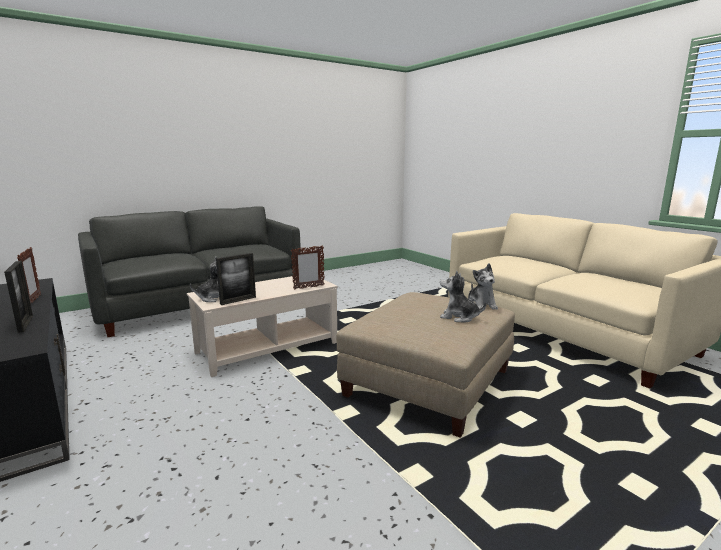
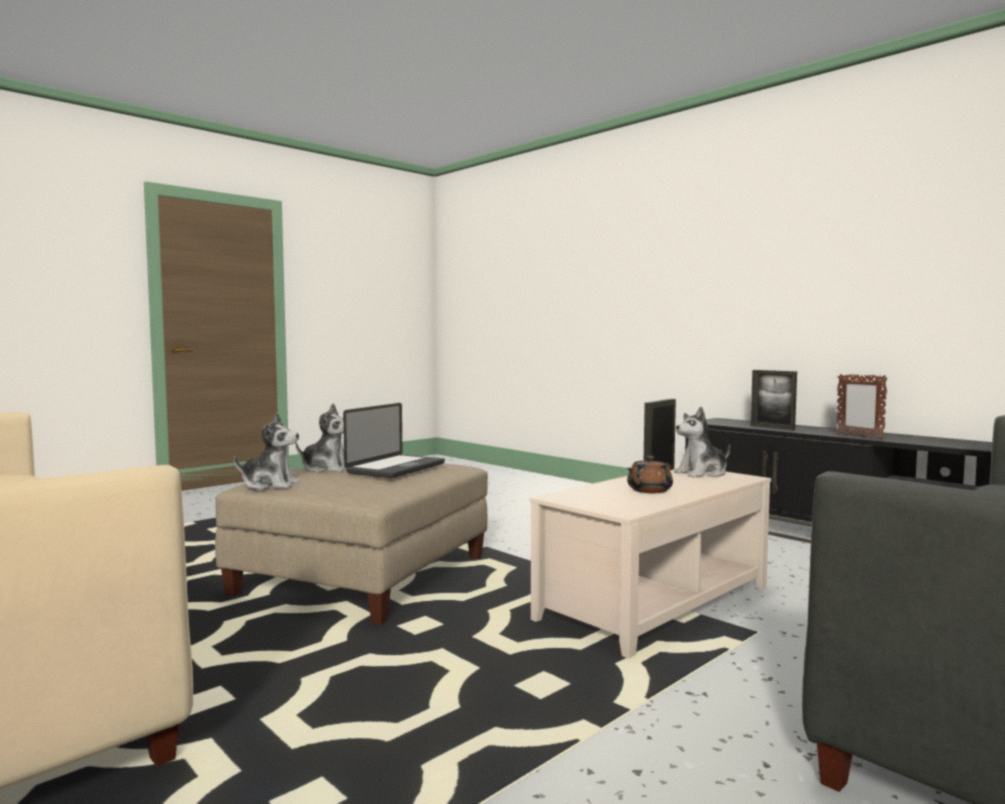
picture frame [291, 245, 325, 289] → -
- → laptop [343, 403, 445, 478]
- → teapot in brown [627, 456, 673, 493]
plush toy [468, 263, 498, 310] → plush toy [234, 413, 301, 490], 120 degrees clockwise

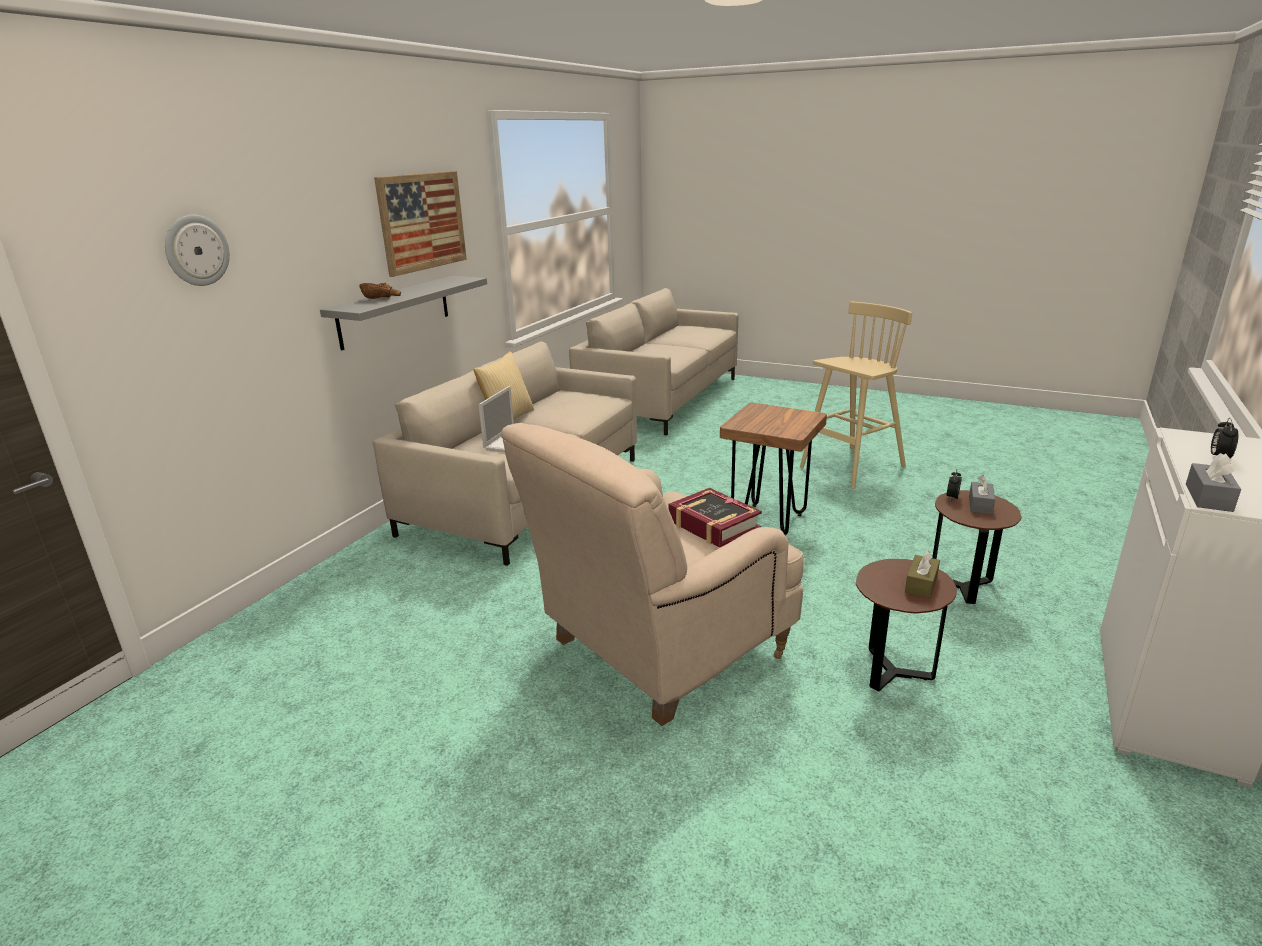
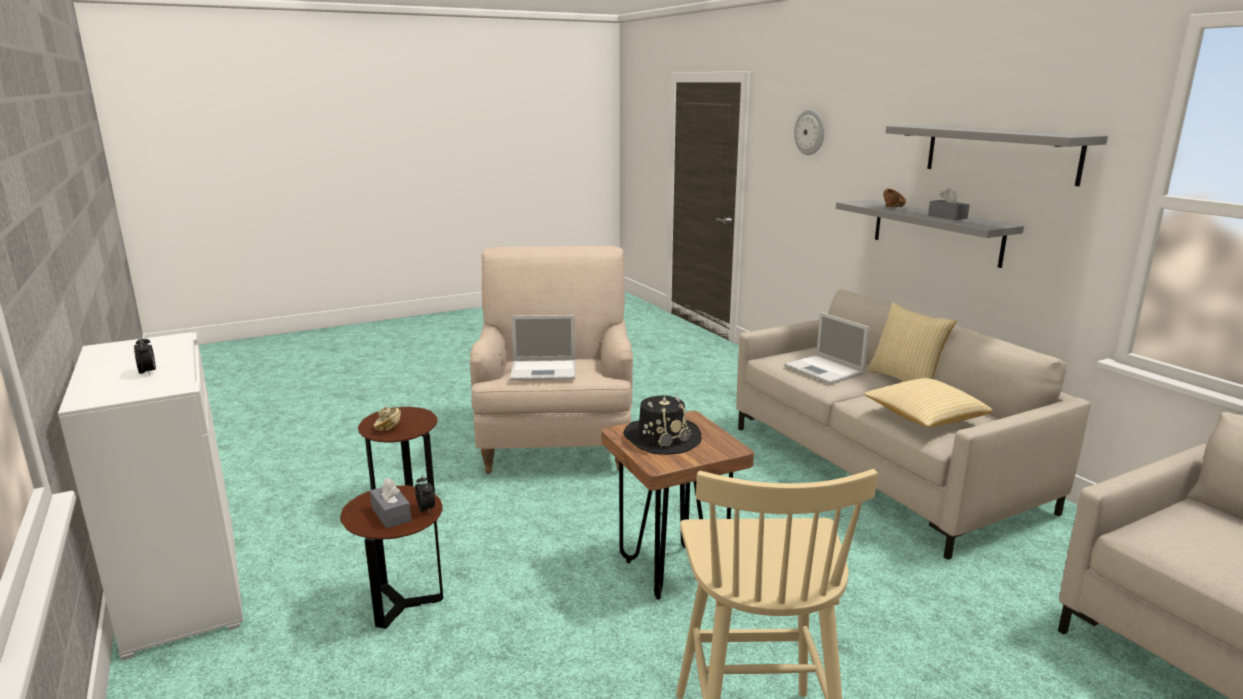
- → hat in black [623, 395, 701, 455]
- → pillow [864, 378, 993, 427]
tissue box in grey [1186, 453, 1241, 512] → tissue box in grey [928, 188, 970, 220], move
picture [374, 171, 467, 277] → shelf in grey [886, 125, 1108, 186]
book [668, 488, 762, 547] → laptop [510, 315, 575, 381]
tissue box in brown [905, 550, 940, 599] → bowl in beige [374, 407, 401, 431]

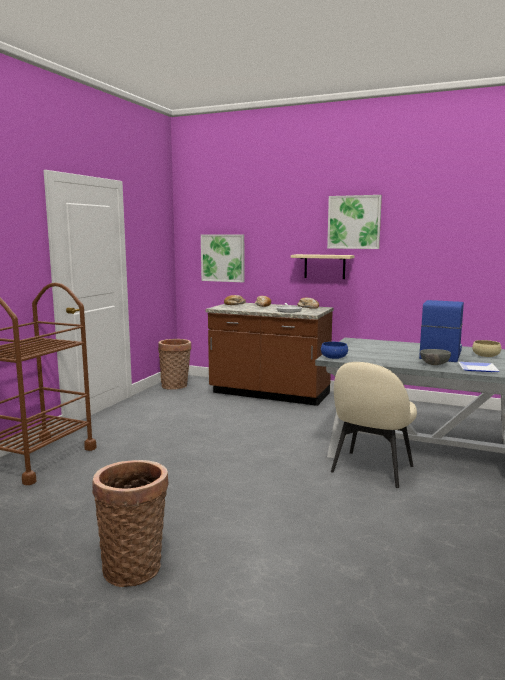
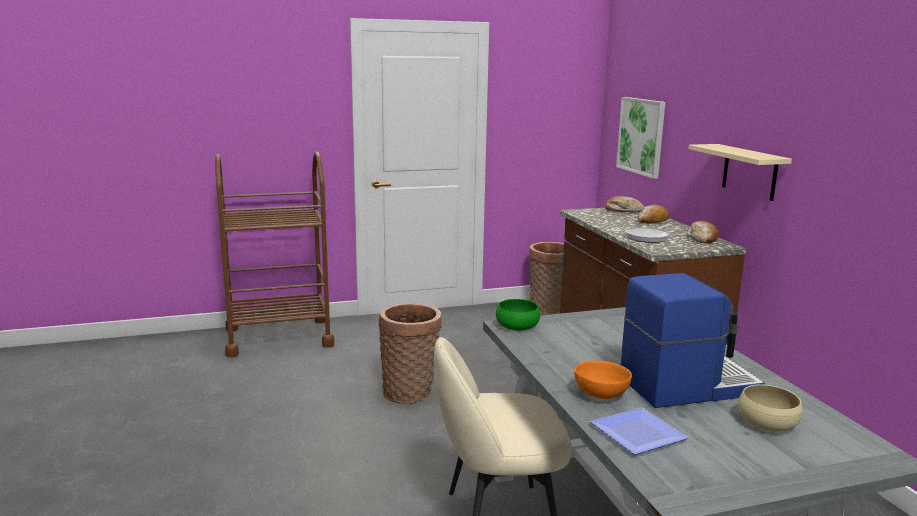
picture [327, 195, 382, 249] → -
basket [92, 460, 169, 587] → basket [378, 303, 442, 404], move
bowl in blue [321, 342, 348, 359] → bowl in green [496, 299, 540, 331]
bowl in grey [420, 349, 451, 365] → bowl in orange [574, 360, 632, 399]

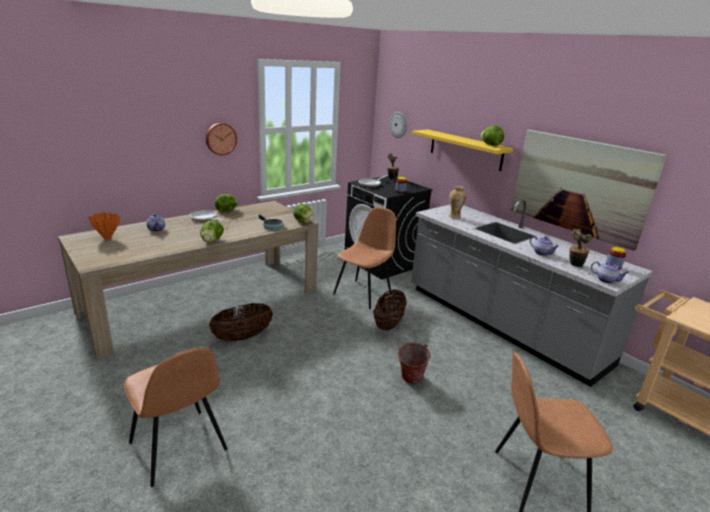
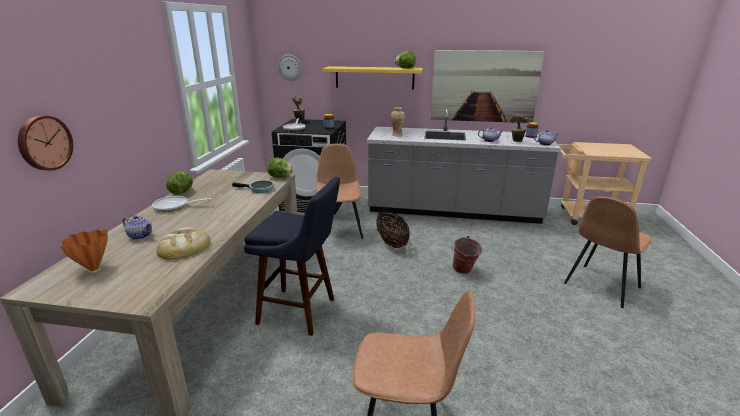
lettuce [200, 220, 224, 243] → -
- → bread [156, 227, 210, 259]
wall clock [206, 123, 237, 155] → wall clock [18, 116, 73, 171], move
basket [209, 303, 273, 341] → stool in blue [244, 177, 340, 336]

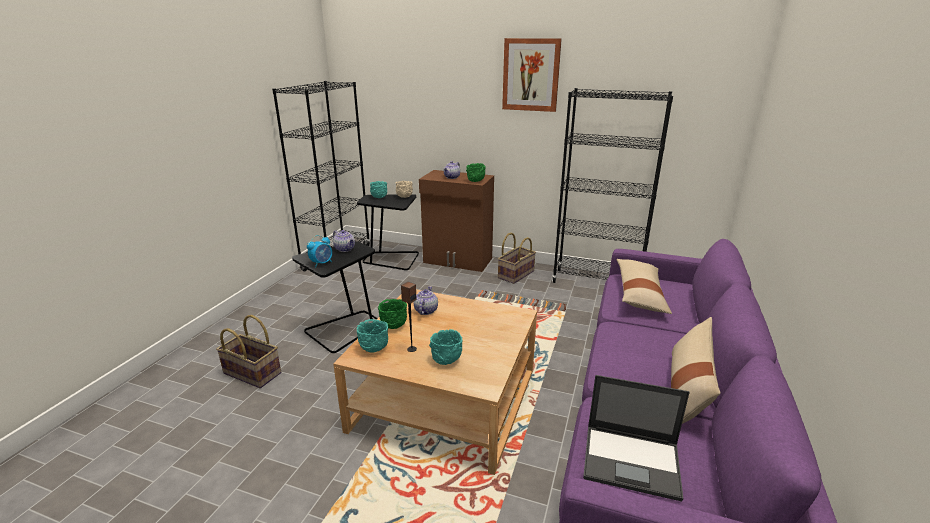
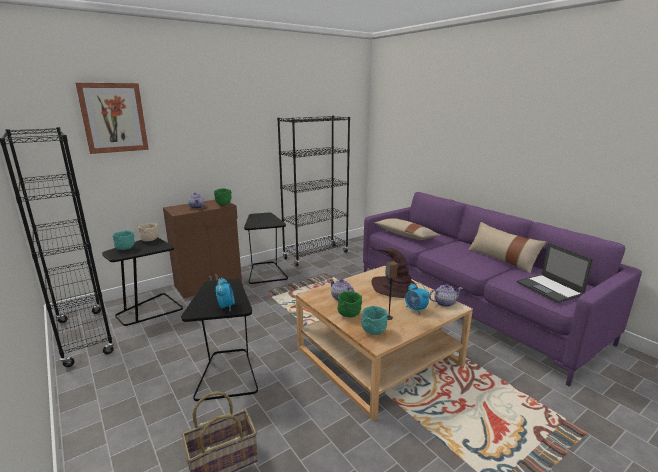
- → hat in brown [371, 248, 418, 298]
teapot [333, 230, 355, 252] → teapot [429, 284, 463, 307], move
picture [502, 38, 562, 112] → picture [76, 83, 149, 154], move
bowl in turquoise [429, 329, 462, 365] → alarm clock [405, 283, 430, 314]
basket [498, 232, 536, 284] → side table in black [244, 212, 288, 284]
laptop [583, 375, 690, 502] → laptop [517, 243, 593, 303], 105 degrees clockwise

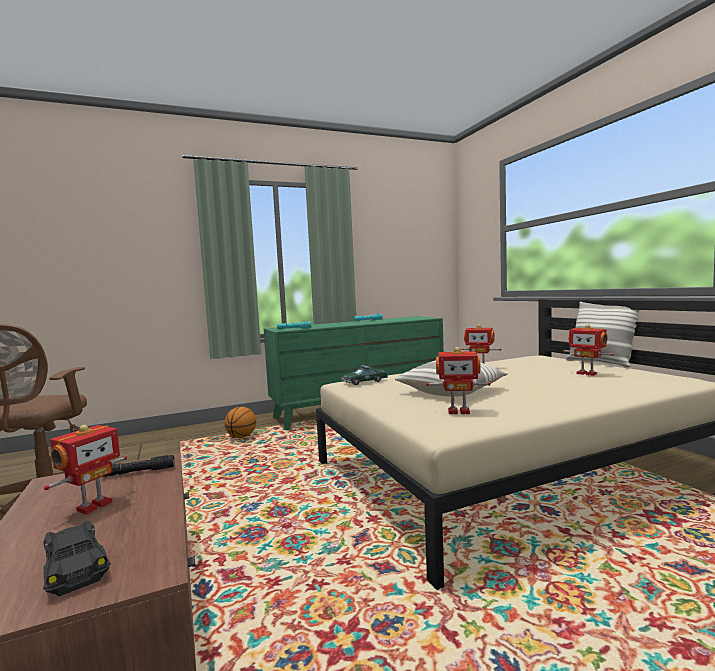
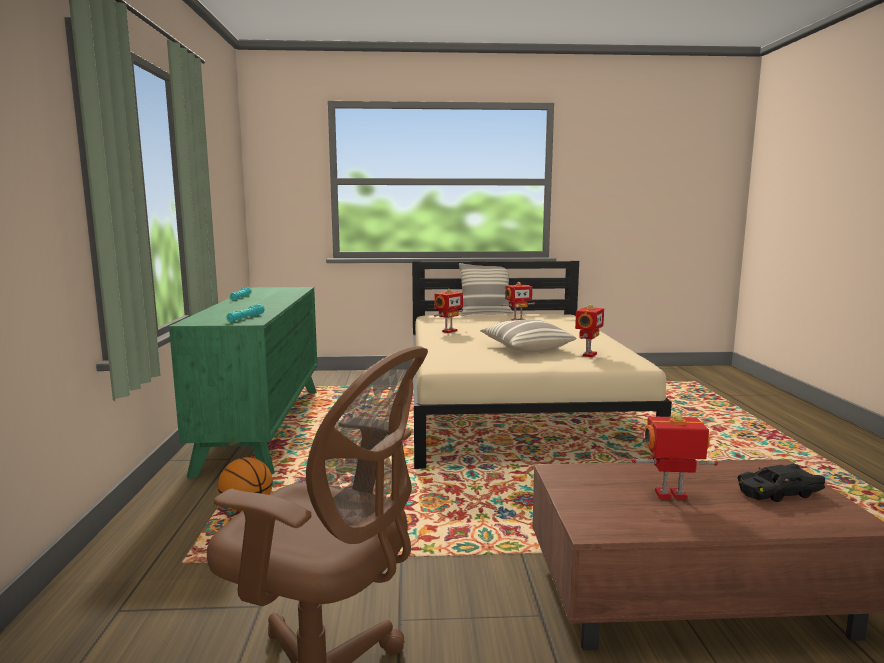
flashlight in black [103, 455, 174, 477] → -
toy car [342, 365, 388, 385] → -
toy robot [44, 425, 127, 514] → toy robot [632, 413, 718, 500], 45 degrees counterclockwise

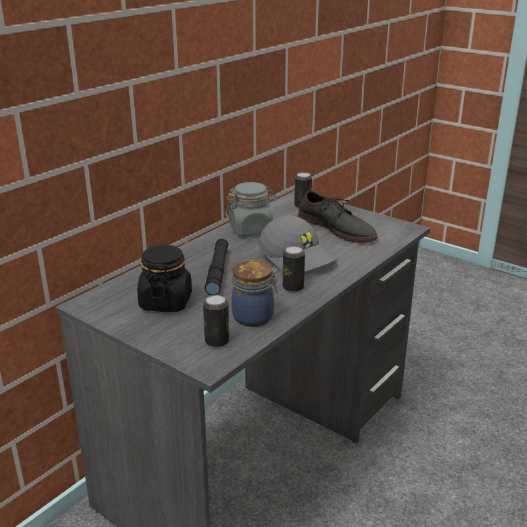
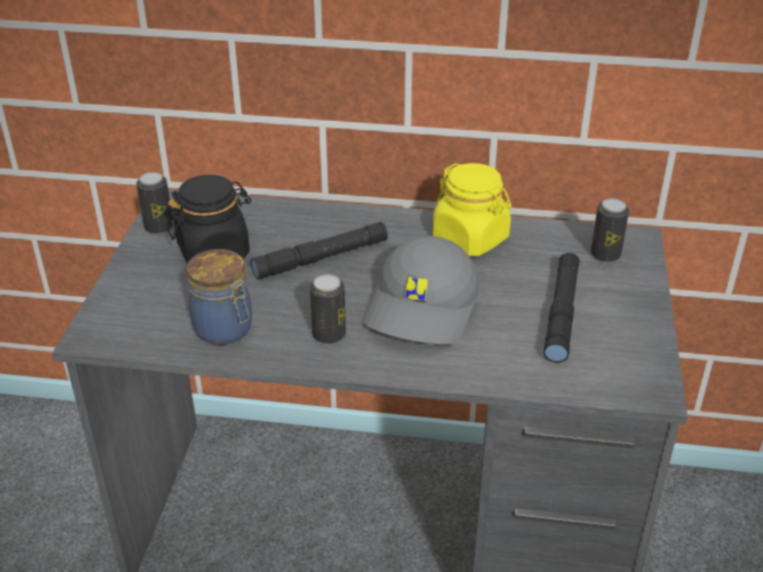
can [203, 295, 229, 347] → can [136, 172, 173, 234], move
shoe in grey [298, 191, 377, 243] → flashlight in black [544, 253, 580, 363]
jar in grey [226, 182, 277, 236] → jar in yellow [433, 163, 511, 256]

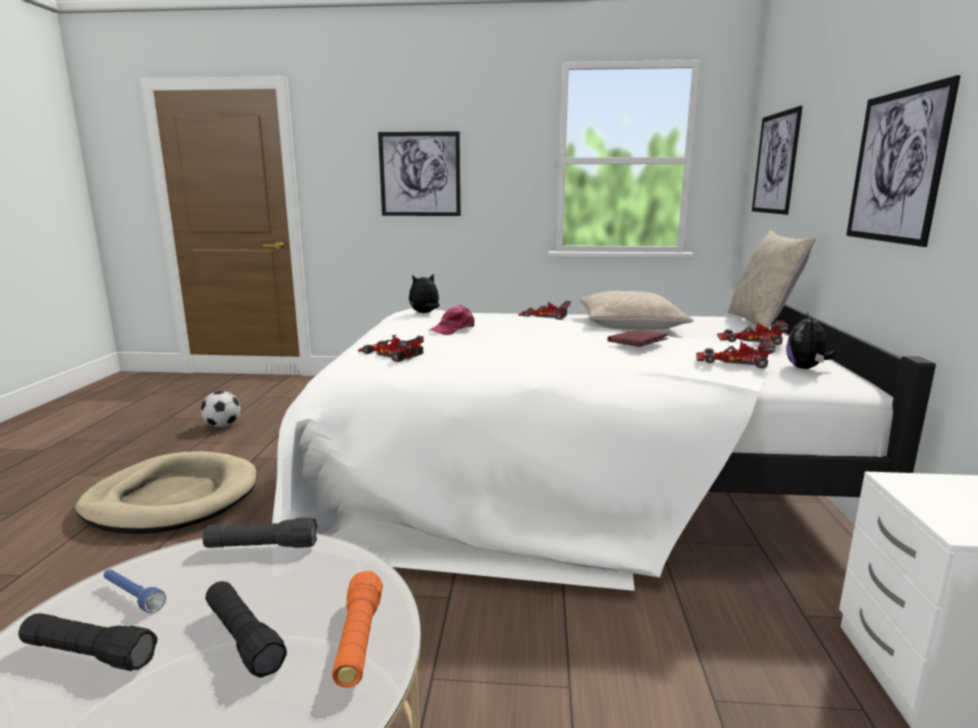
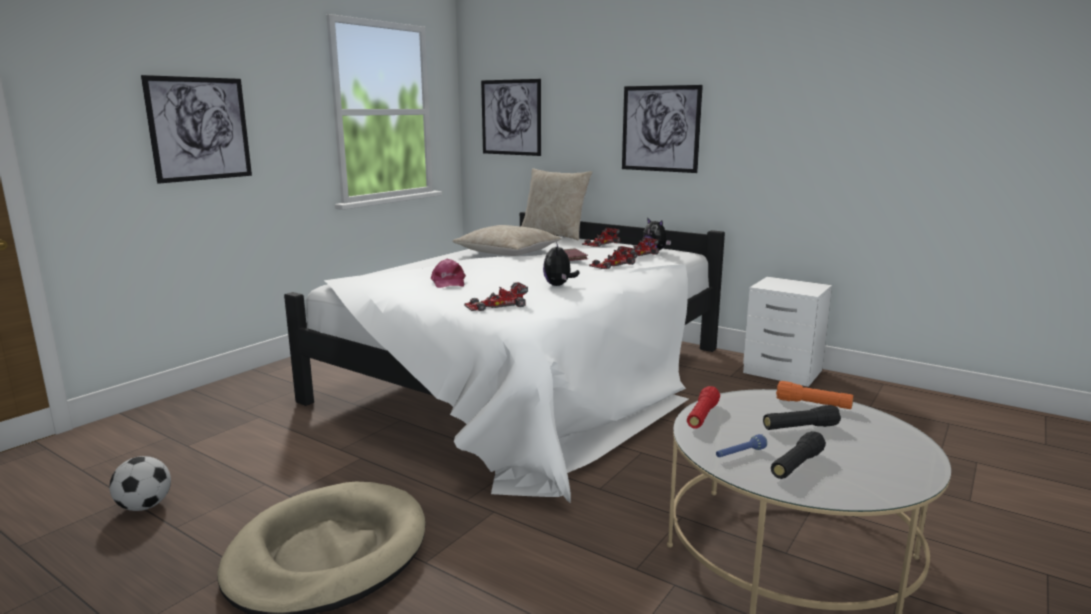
plush toy [409, 273, 440, 313] → plush toy [543, 242, 580, 286], move
toy car [518, 301, 571, 320] → toy car [589, 246, 635, 269], move
flashlight in black [203, 518, 318, 548] → flashlight in red [687, 386, 720, 429]

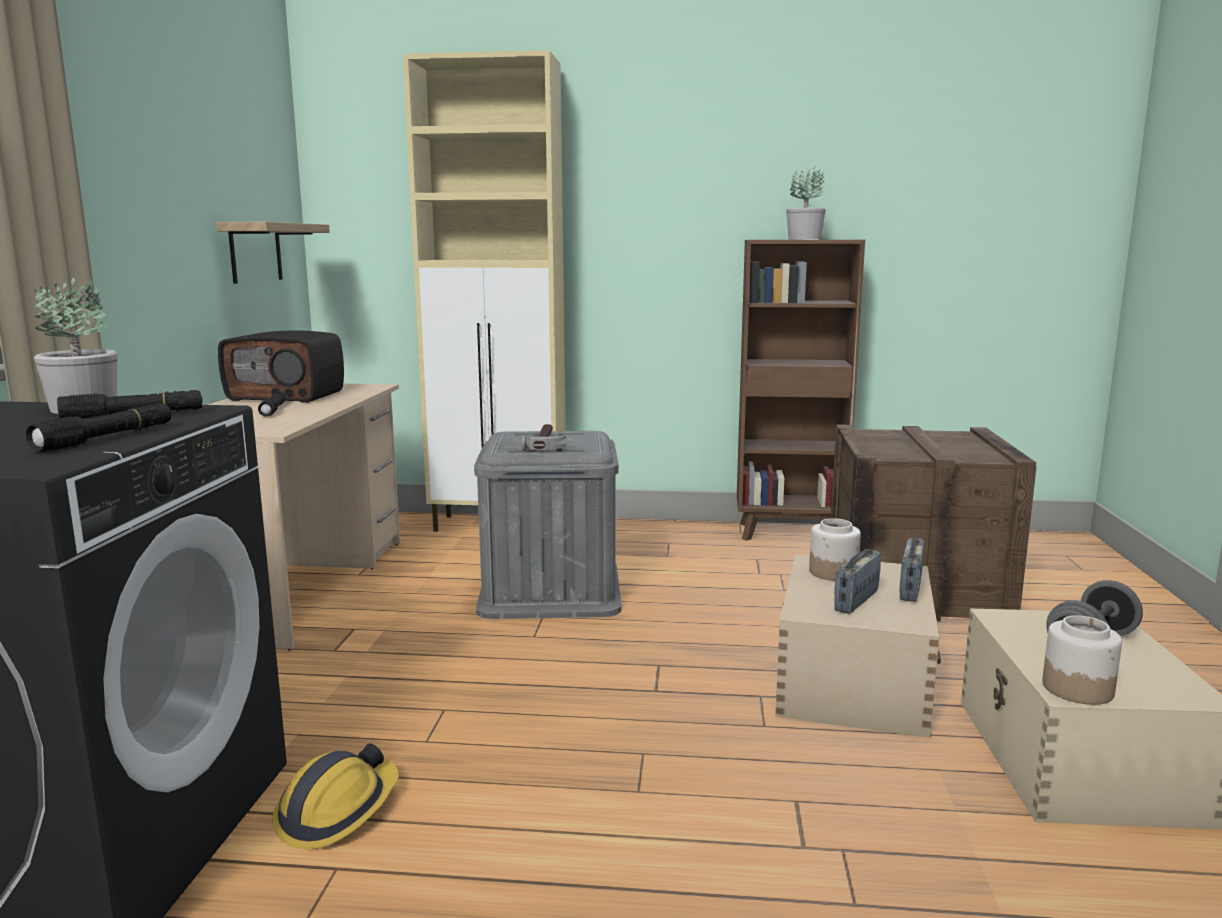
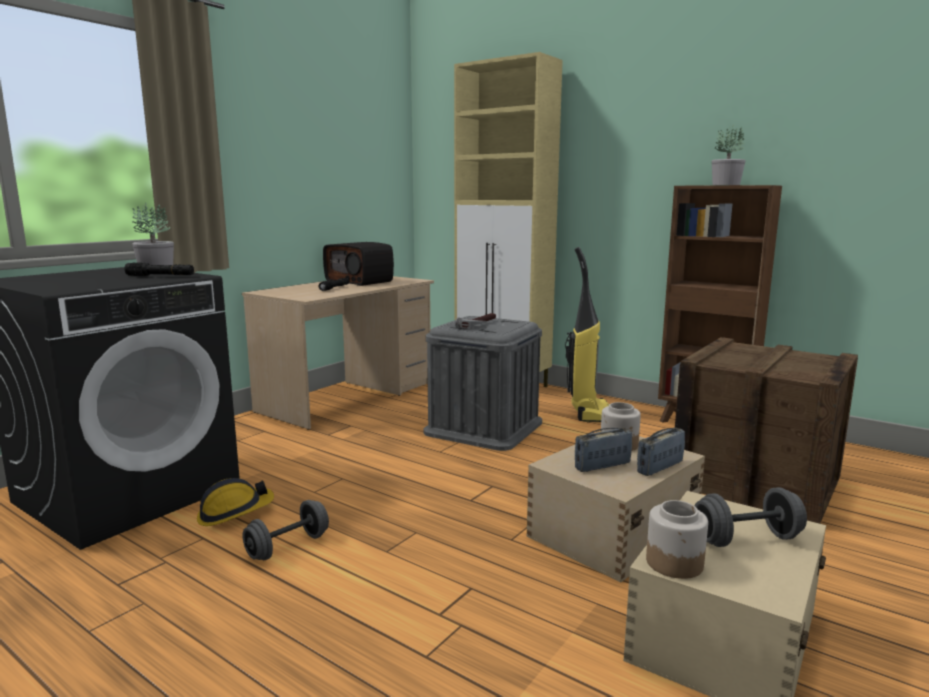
flashlight in black [26, 403, 171, 452] → -
shelf [216, 222, 330, 284] → -
- → dumbbell in grey [242, 500, 329, 560]
- → vacuum cleaner [565, 247, 610, 422]

